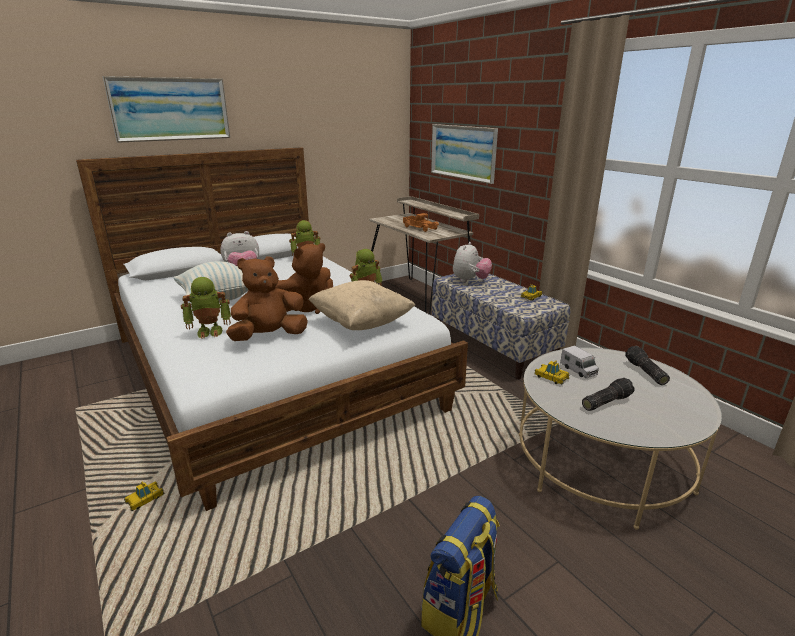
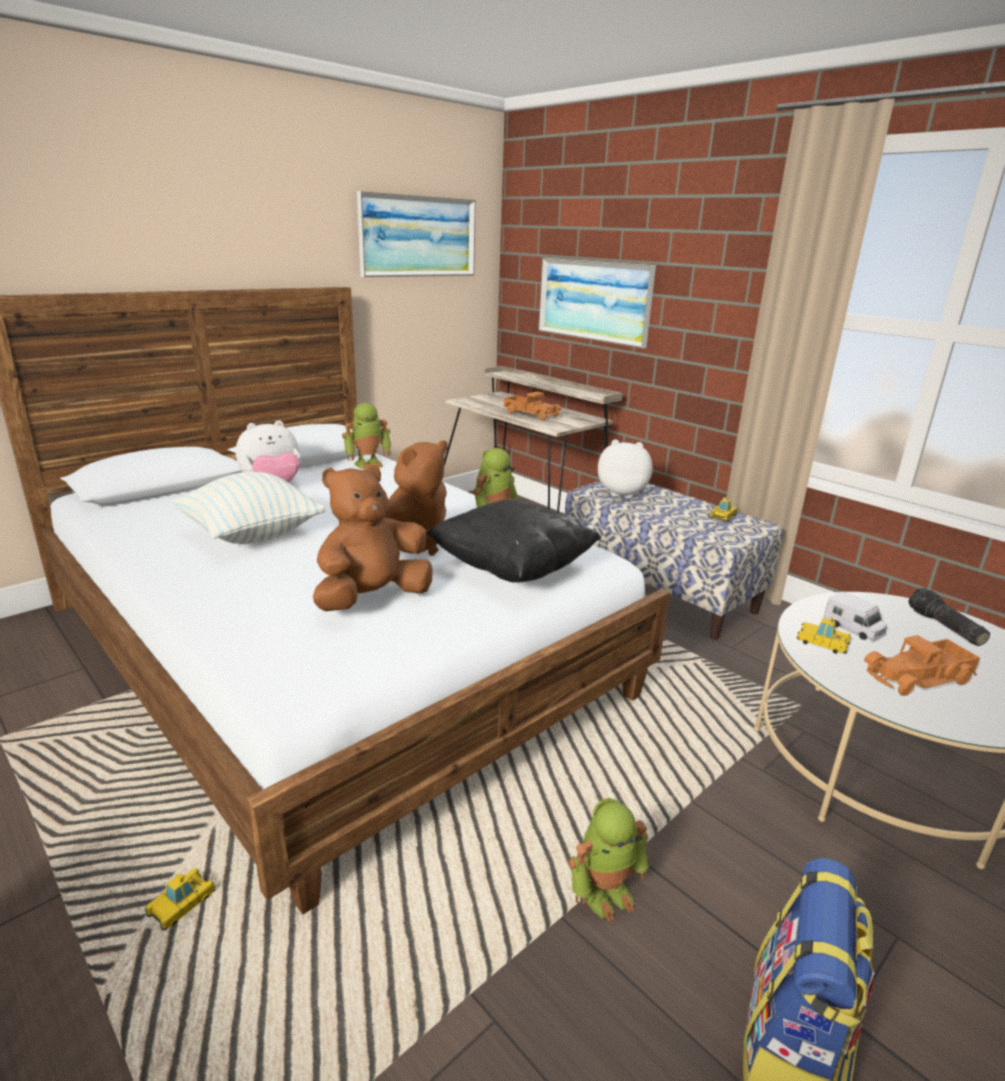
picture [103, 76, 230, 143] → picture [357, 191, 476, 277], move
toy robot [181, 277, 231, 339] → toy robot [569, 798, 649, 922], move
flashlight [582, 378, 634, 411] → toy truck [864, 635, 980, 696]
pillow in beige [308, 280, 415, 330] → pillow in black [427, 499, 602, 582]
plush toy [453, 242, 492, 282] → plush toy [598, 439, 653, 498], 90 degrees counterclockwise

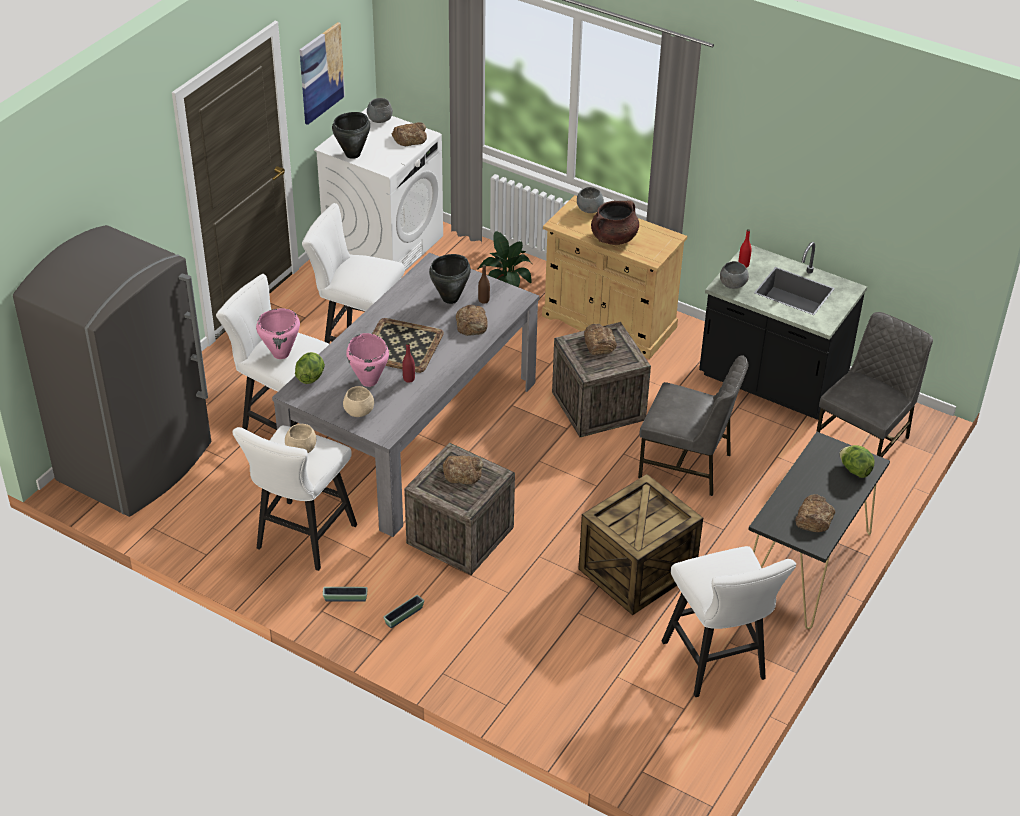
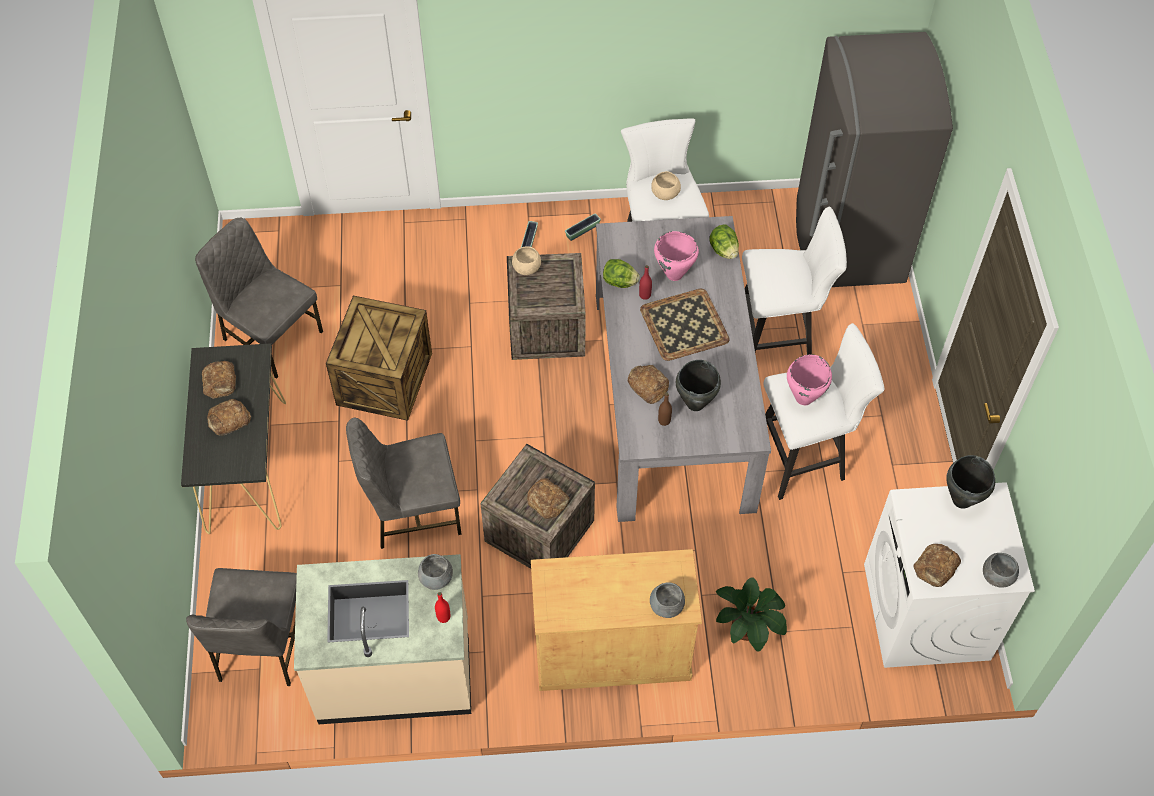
picture [300, 22, 345, 125] → -
cooking pot in brown [591, 200, 639, 245] → -
cooking pot in pink [256, 309, 300, 359] → cooking pot in pink [787, 354, 832, 405], move
bowl in beige [343, 386, 374, 417] → bowl in beige [512, 246, 541, 275], move
bread [443, 455, 484, 485] → bread [207, 399, 251, 436], move
lettuce [839, 445, 874, 478] → lettuce [603, 259, 640, 288], move
stool in white [662, 546, 796, 697] → chair in grey [195, 218, 323, 379]
counter in black [699, 242, 867, 420] → counter in beige [294, 554, 471, 724]

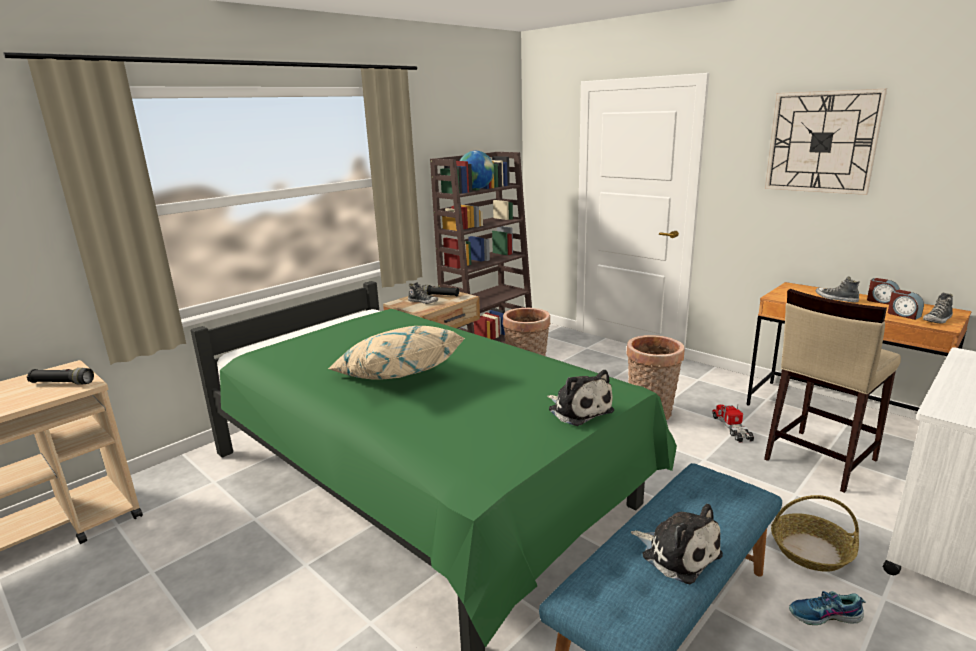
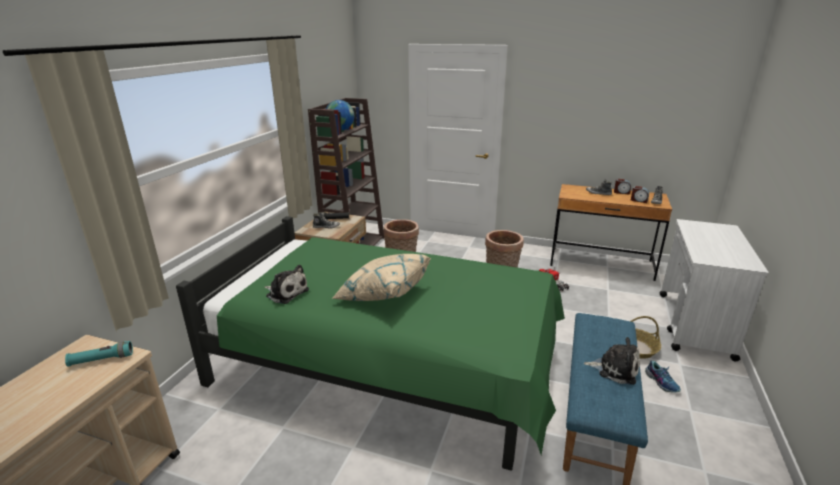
stool in beige [764, 289, 901, 493] → -
wall clock [765, 89, 887, 195] → -
plush toy [547, 370, 614, 426] → plush toy [264, 265, 309, 304], move
flashlight in black [27, 368, 94, 384] → flashlight in turquoise [65, 341, 133, 367]
shoe [789, 591, 866, 625] → shoe [645, 361, 681, 393], 90 degrees counterclockwise

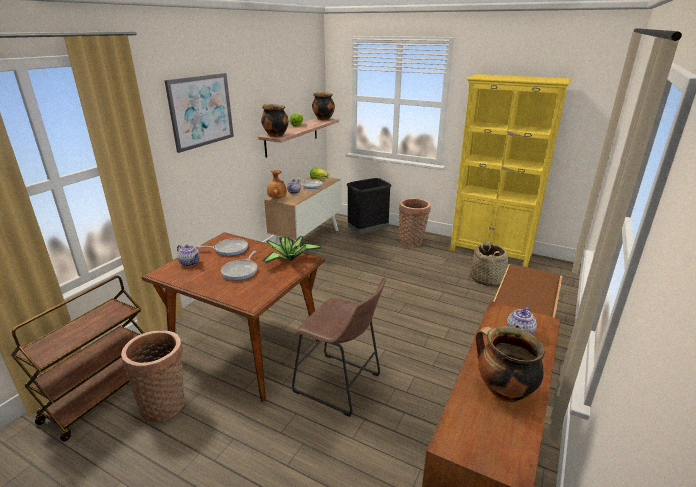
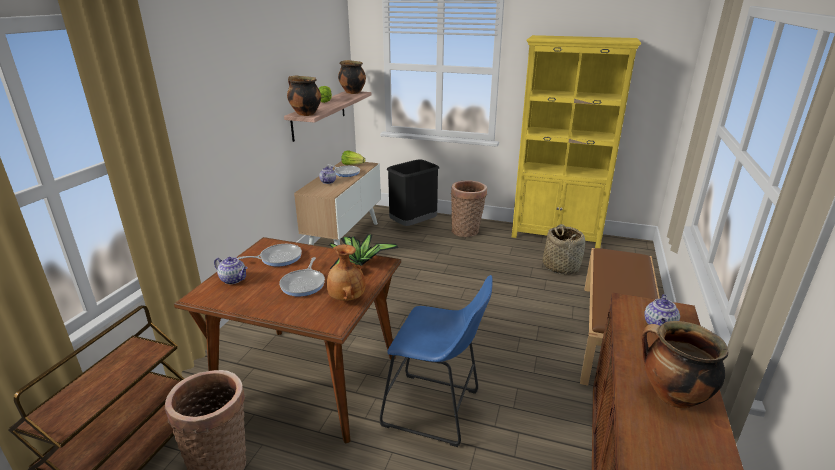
picture [164, 73, 234, 153] → -
vase in brown [267, 170, 287, 199] → vase in brown [327, 244, 365, 301], move
stool in brown [292, 277, 387, 417] → stool in blue [380, 275, 493, 447]

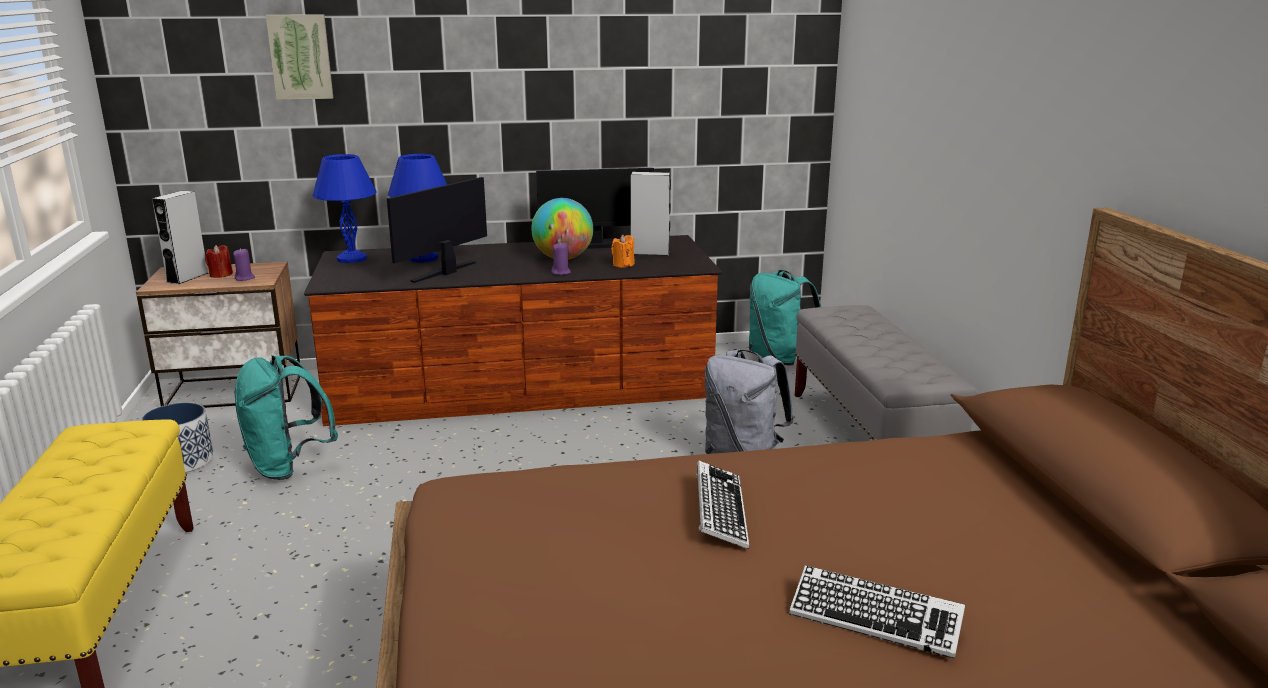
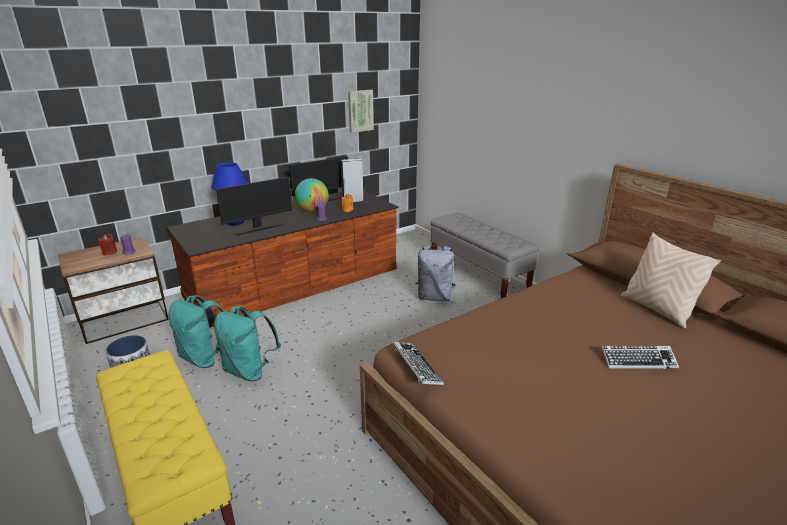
speaker in grey [152, 191, 208, 284] → -
table lamp in blue [312, 154, 377, 263] → -
- → pillow in beige [621, 233, 721, 328]
picture [266, 14, 333, 100] → picture [348, 90, 374, 133], move
keyboard [695, 461, 749, 549] → keyboard [393, 341, 444, 385], move
backpack in turquoise [749, 270, 821, 366] → backpack in turquoise [214, 306, 281, 381], move
monitor [387, 177, 487, 283] → monitor [216, 177, 292, 236], 135 degrees counterclockwise

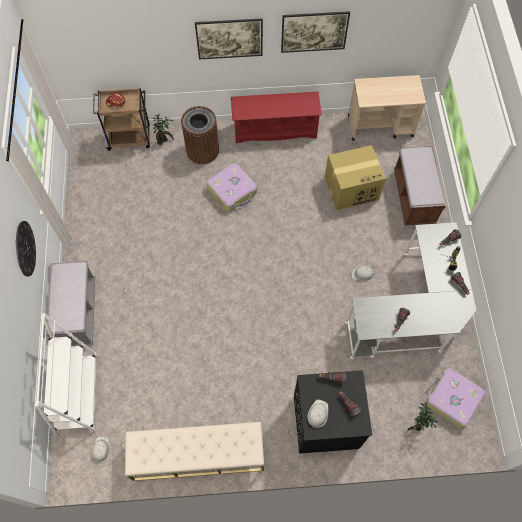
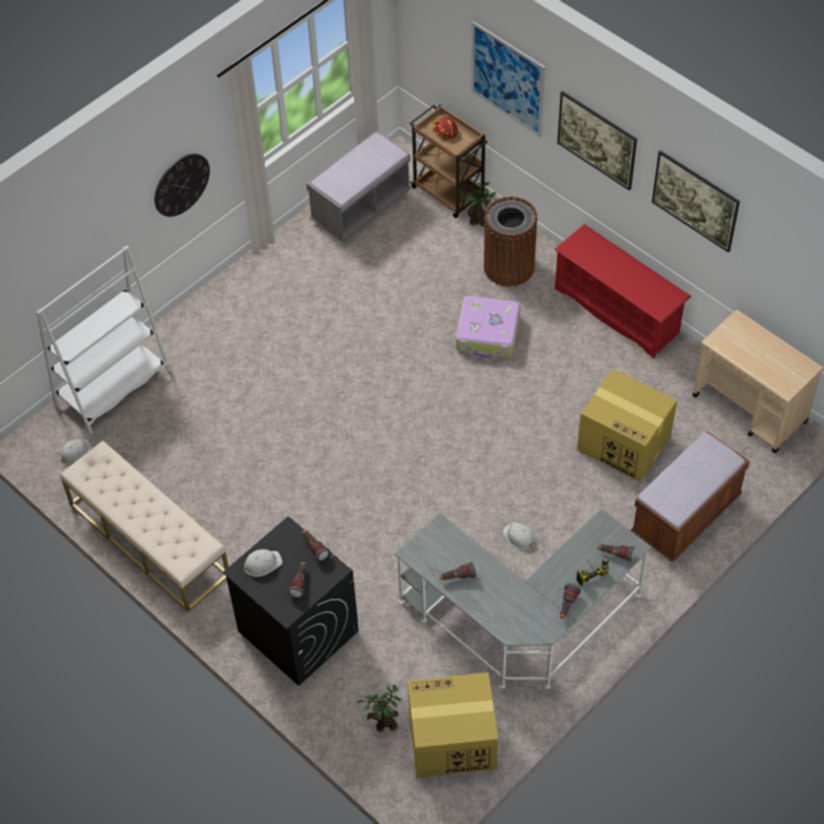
- → picture [471, 21, 545, 137]
bench in grey [46, 261, 95, 346] → bench in grey [306, 131, 411, 242], move
suitcase [425, 368, 486, 429] → cardboard box [408, 672, 498, 778]

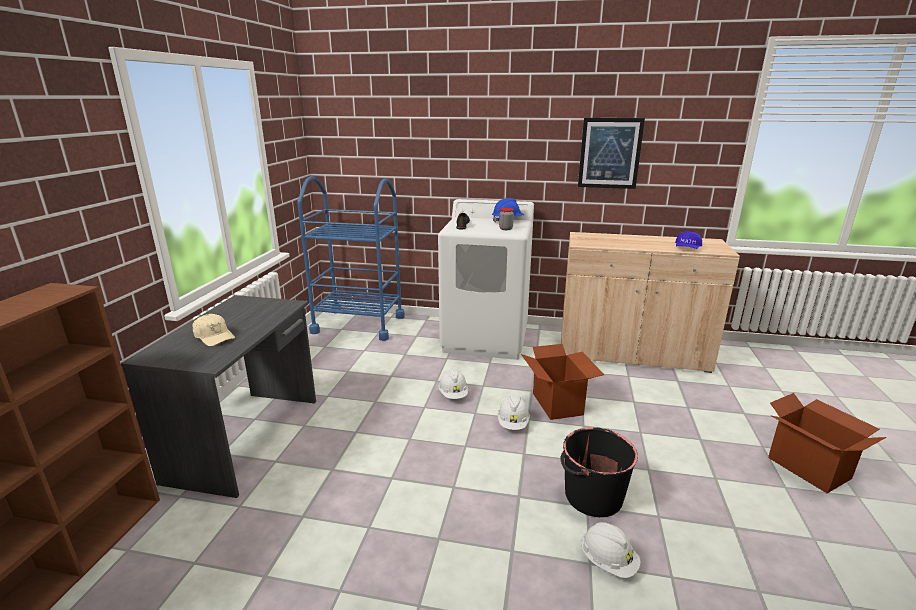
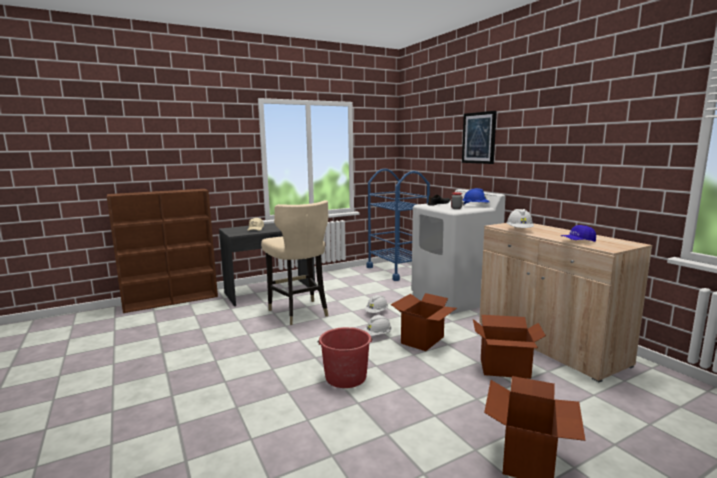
- → chair in beige [261, 200, 329, 325]
- → cardboard box [473, 315, 546, 379]
picture [578, 118, 645, 189] → picture [462, 111, 497, 164], move
hard hat in white [581, 522, 641, 578] → hard hat in white [506, 209, 534, 228], move
bucket in black [560, 427, 638, 517] → bucket in red [317, 327, 372, 388]

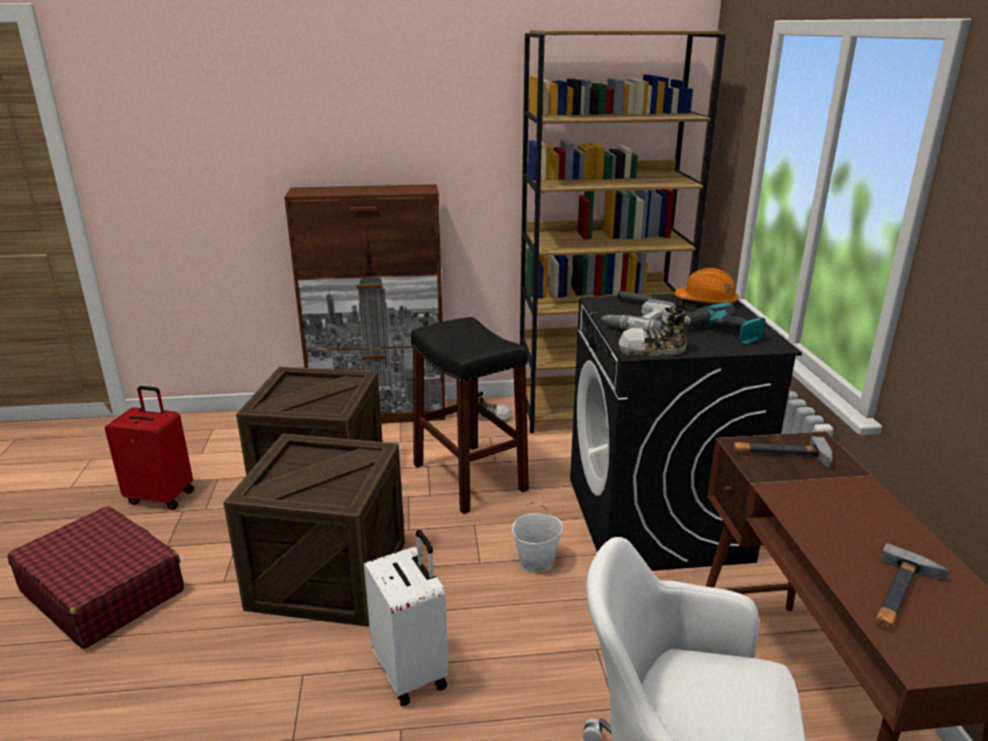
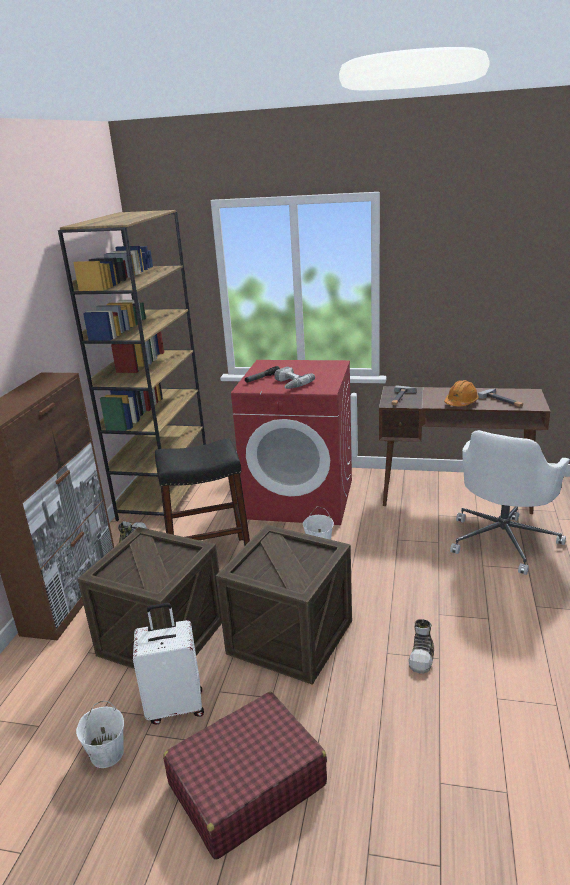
power drill [683, 302, 766, 344] → -
suitcase in white [364, 530, 448, 706] → suitcase in white [133, 603, 204, 725], move
shoe [619, 307, 687, 356] → shoe [408, 619, 434, 674], move
hard hat in orange [674, 268, 739, 304] → hard hat in orange [444, 380, 479, 406], move
suitcase in red [105, 386, 194, 510] → bucket in white [76, 701, 124, 768]
washing machine in black [570, 294, 802, 571] → washing machine in red [231, 360, 352, 525]

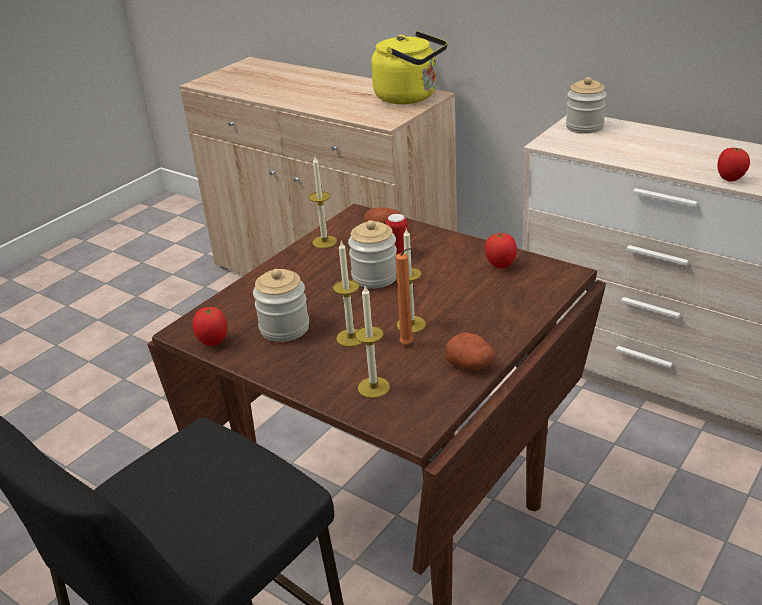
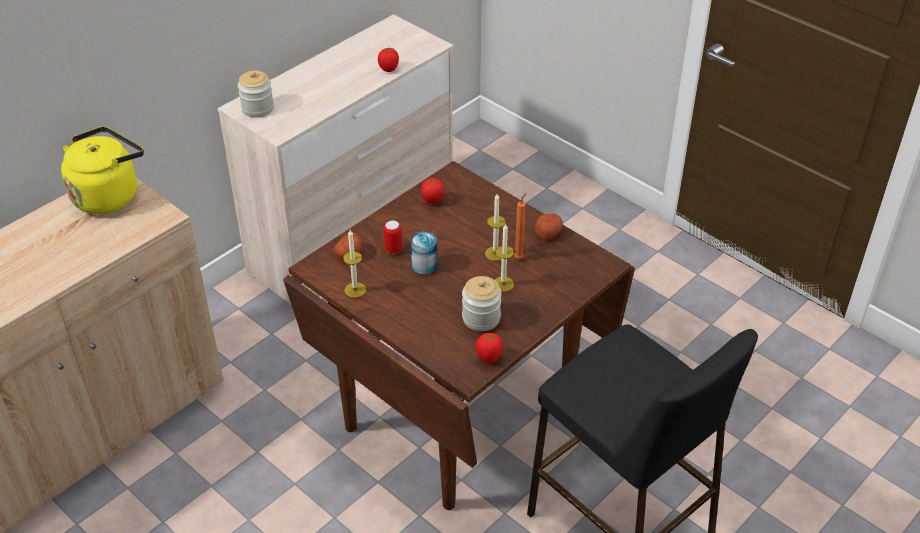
candle [355, 286, 390, 398] → -
jar [348, 220, 397, 289] → can [411, 232, 437, 275]

